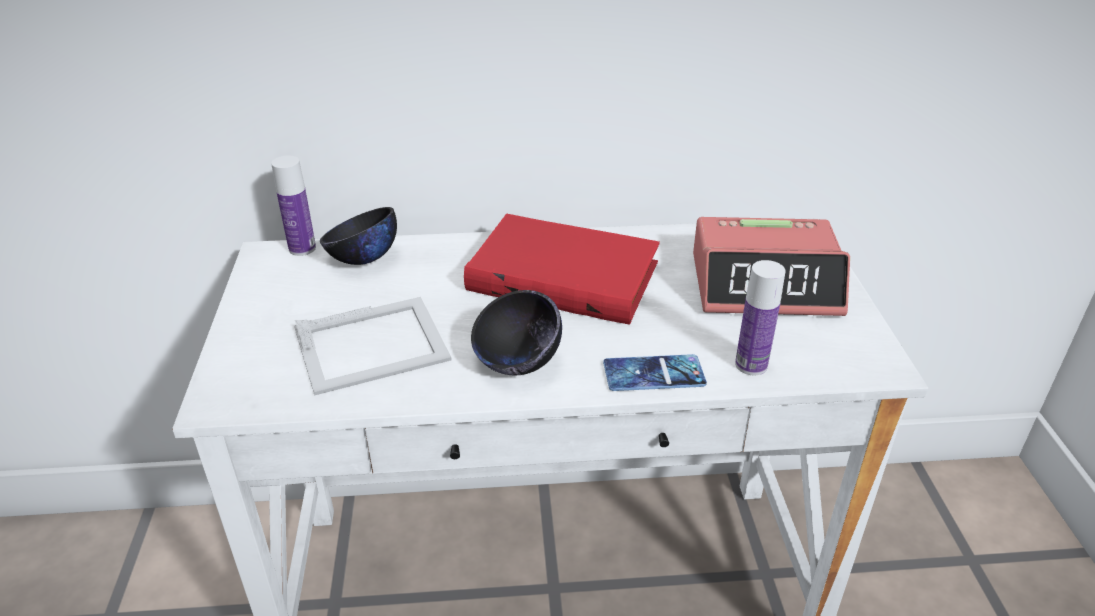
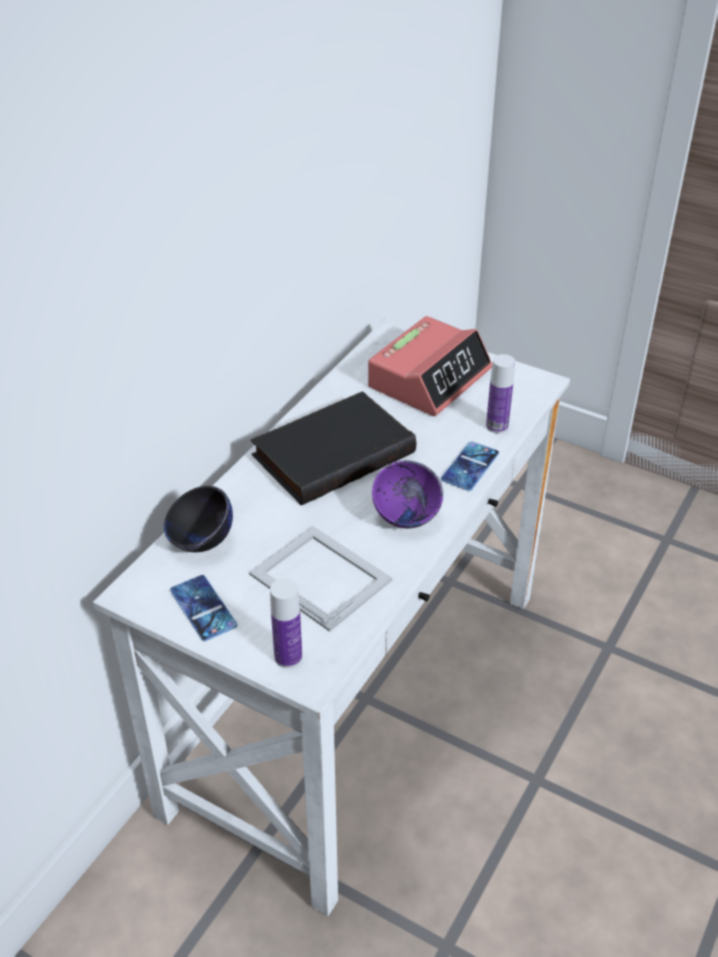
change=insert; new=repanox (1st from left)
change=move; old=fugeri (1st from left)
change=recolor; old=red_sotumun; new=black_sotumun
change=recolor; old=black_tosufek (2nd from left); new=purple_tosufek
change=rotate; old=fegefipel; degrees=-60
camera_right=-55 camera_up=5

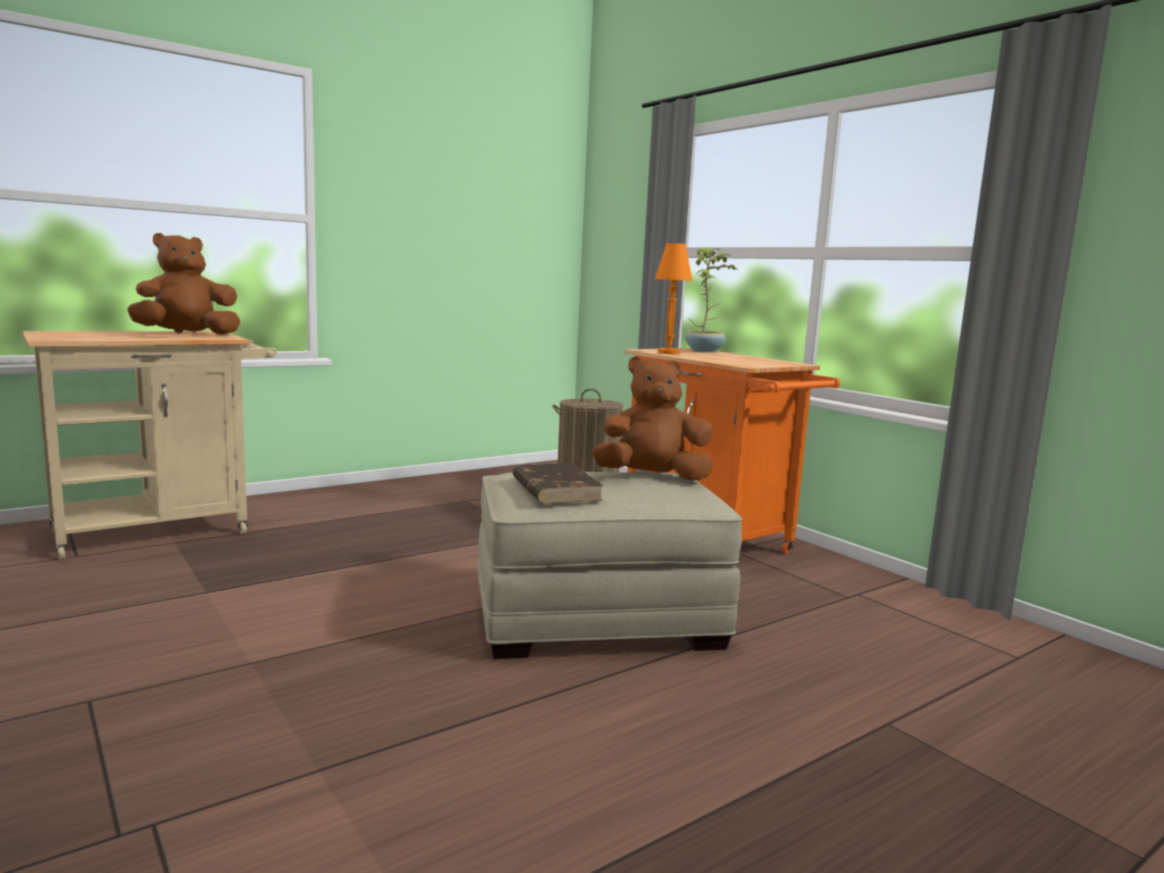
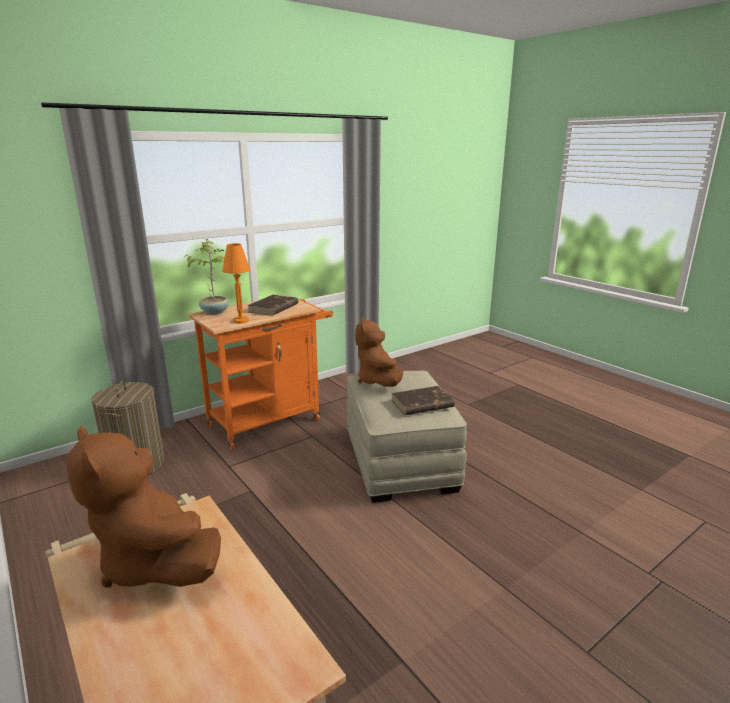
change=insert; new=brown_sotumun (1st from left)
camera_right=-90 camera_up=10

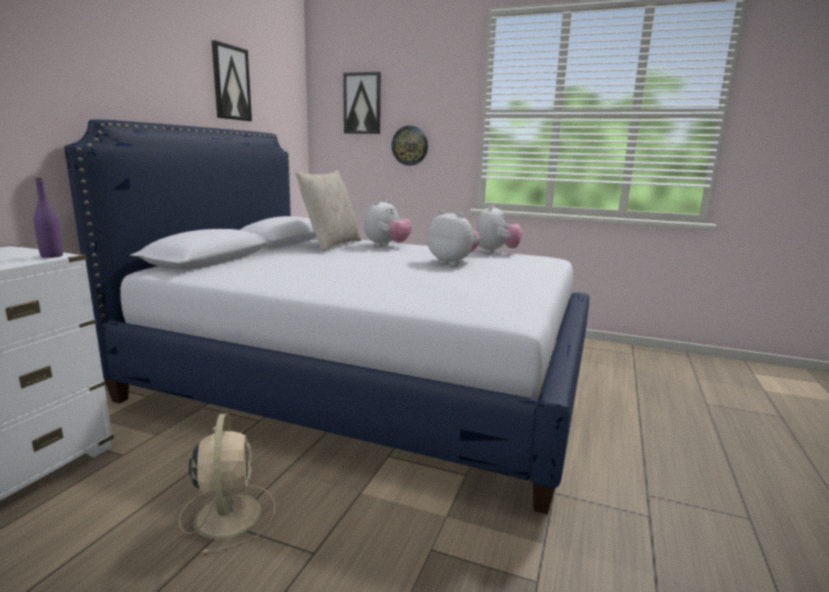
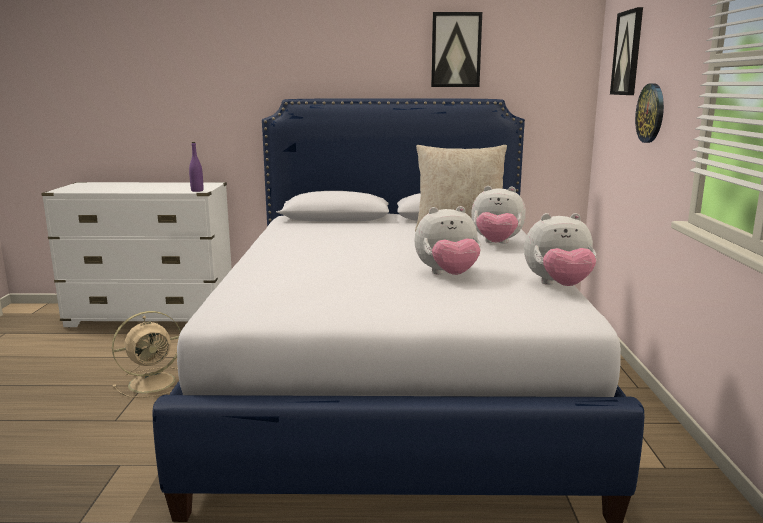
change=rotate; old=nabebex (2nd from left in the first image); degrees=60
camera_right=70 camera_up=0

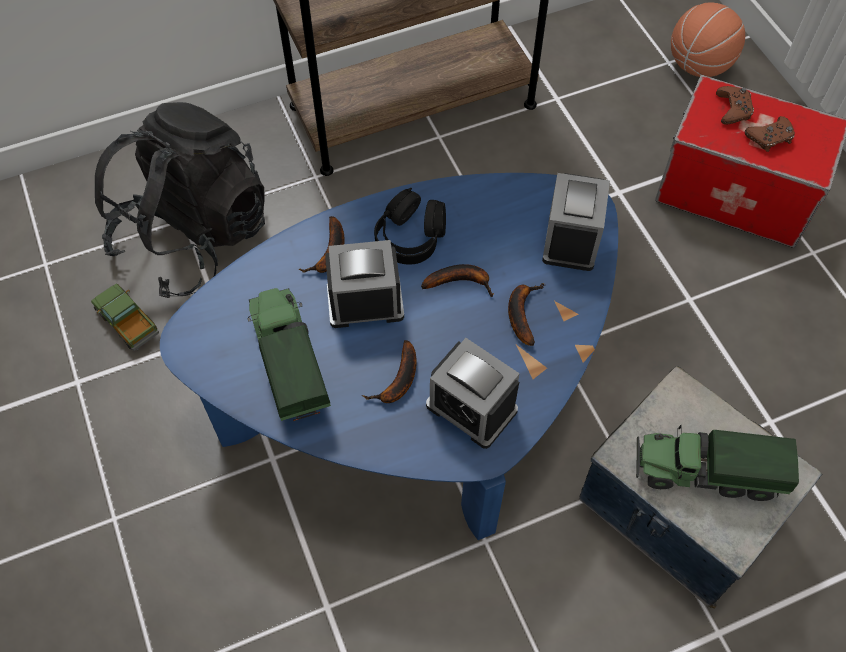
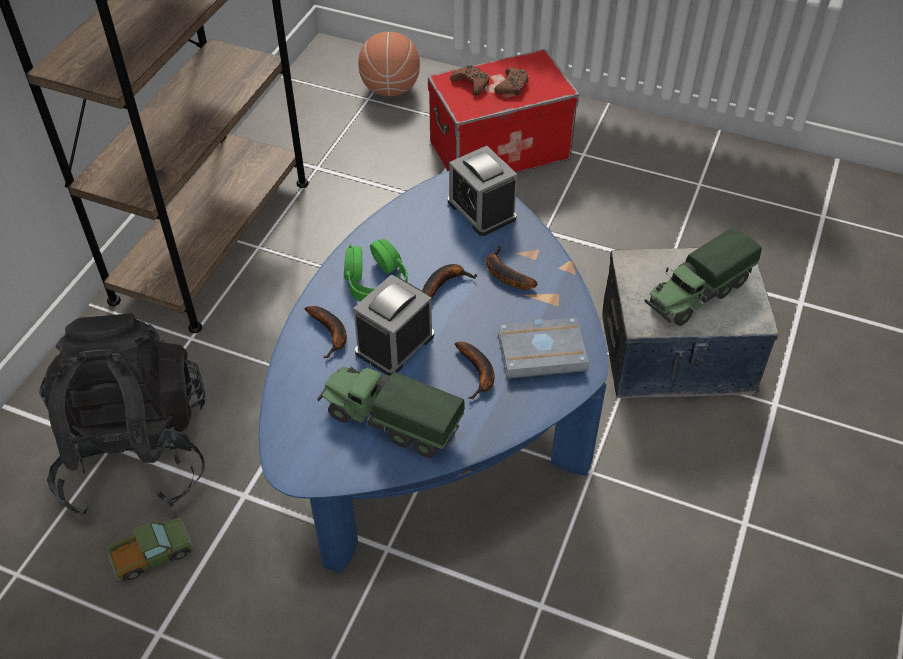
change=replace; old=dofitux (2nd from left); new=grey_sotumun
change=recolor; old=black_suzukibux; new=green_suzukibux
change=rotate; old=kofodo (1st from left); degrees=150
camera_right=-45 camera_up=-10

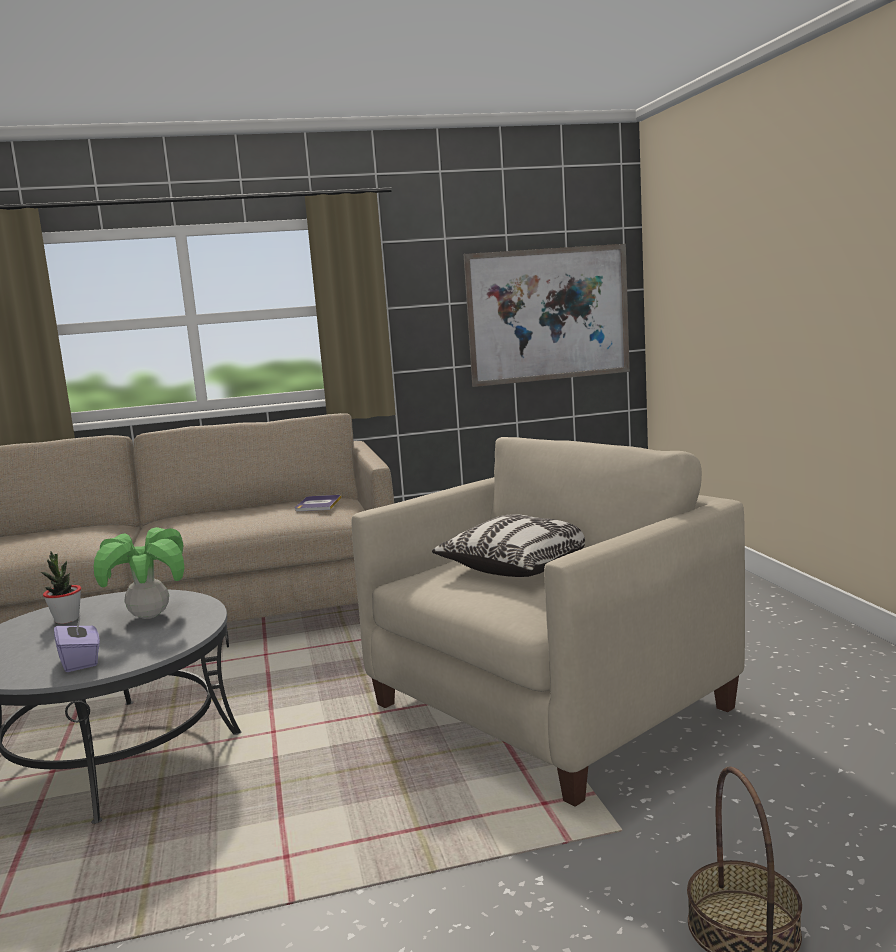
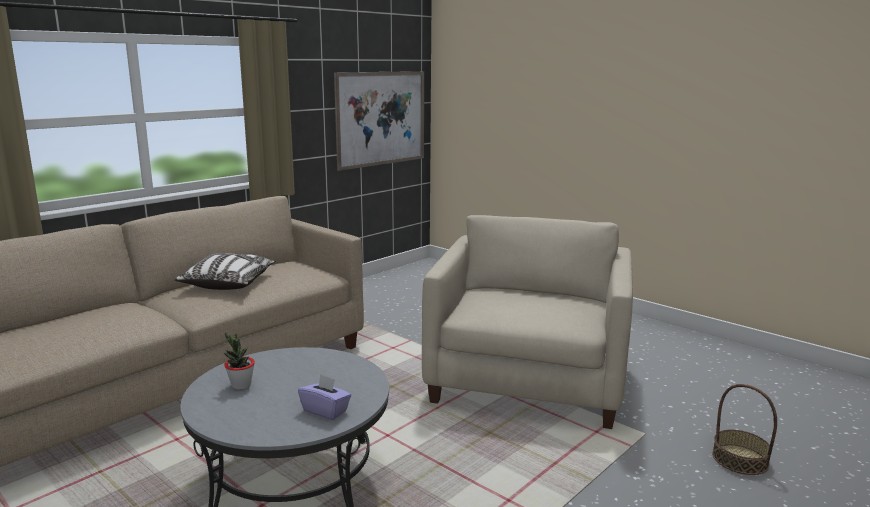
change=delete; old=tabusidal (2nd from left)
change=delete; old=sotumun
change=move; old=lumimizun
camera_right=-35 camera_up=5

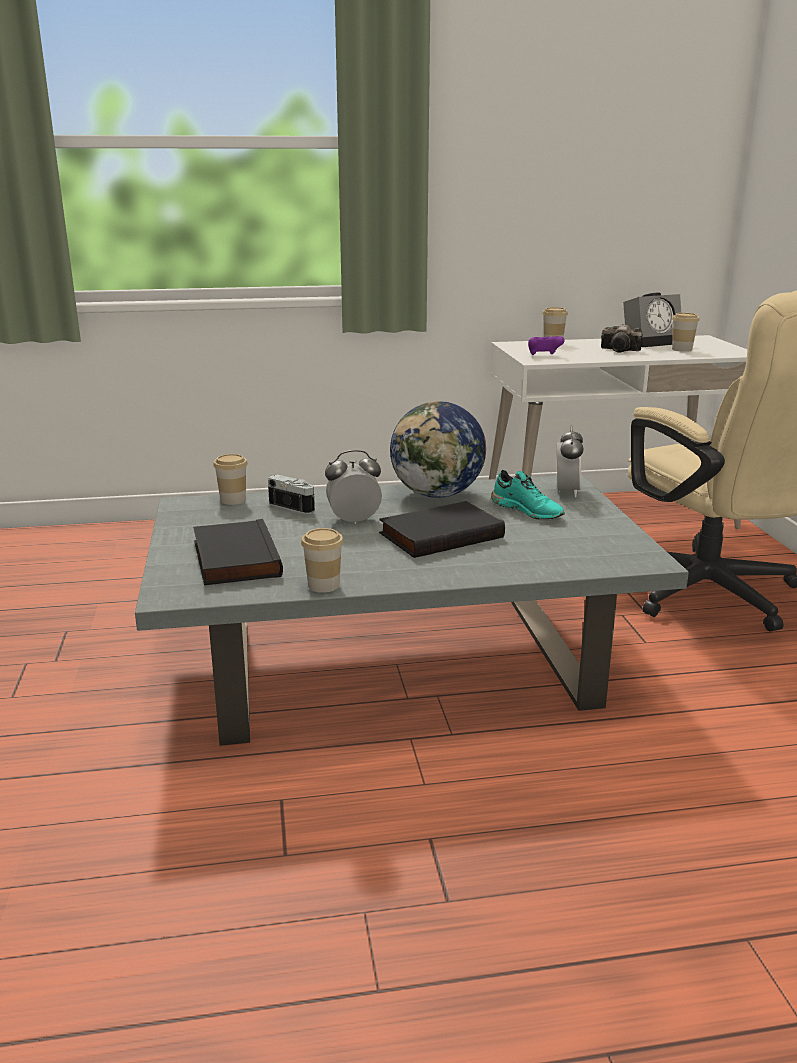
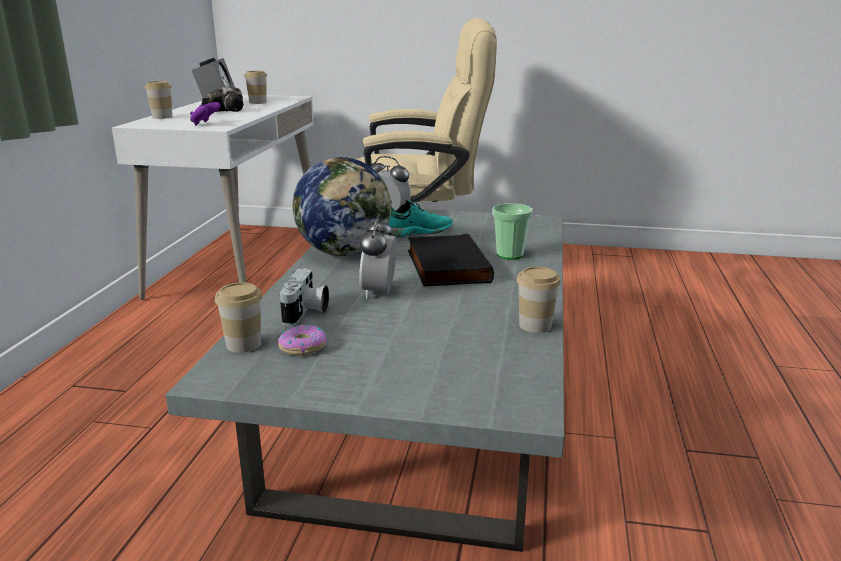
change=delete; old=black_sotumun (1st from left)
change=insert; new=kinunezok
change=insert; new=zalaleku (4th from left)
change=rotate; old=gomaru (1st from left in the first image); degrees=135
camera_right=-70 camera_up=0

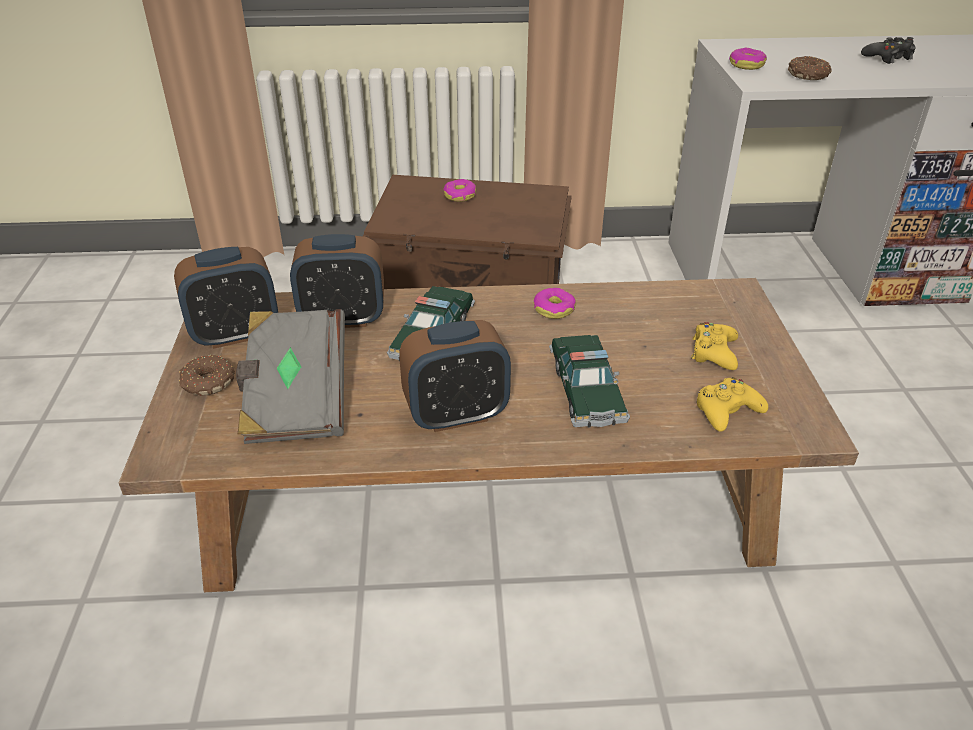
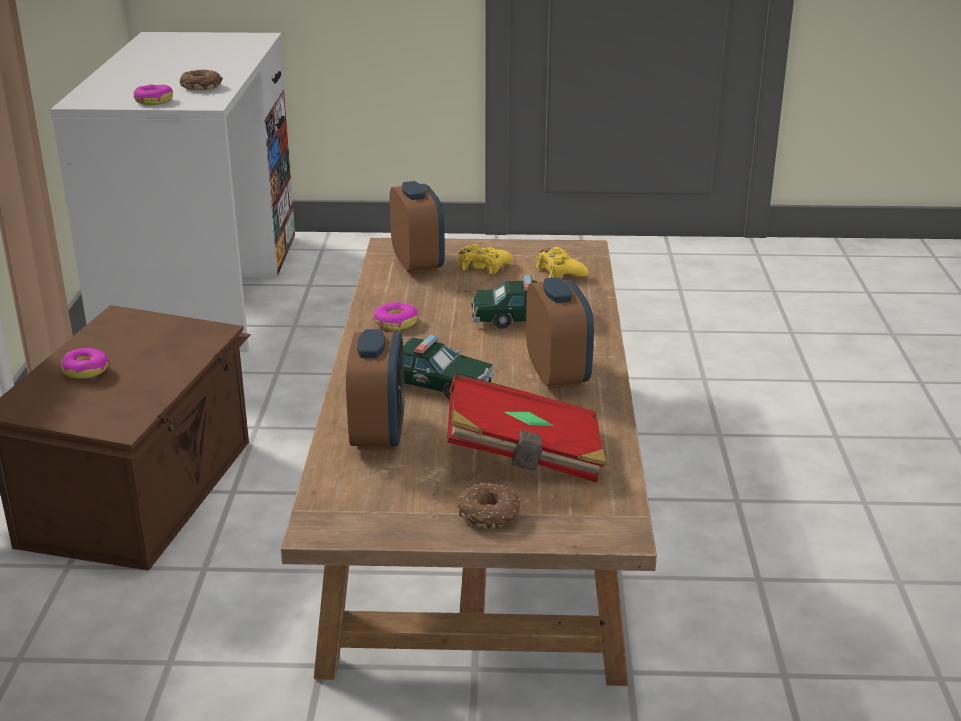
change=delete; old=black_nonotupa
change=move; old=dofitux (1st from left in the first image); new=dofitux (2nd from left)
change=recolor; old=grey_sotumun; new=red_sotumun
camera_right=-85 camera_up=-10

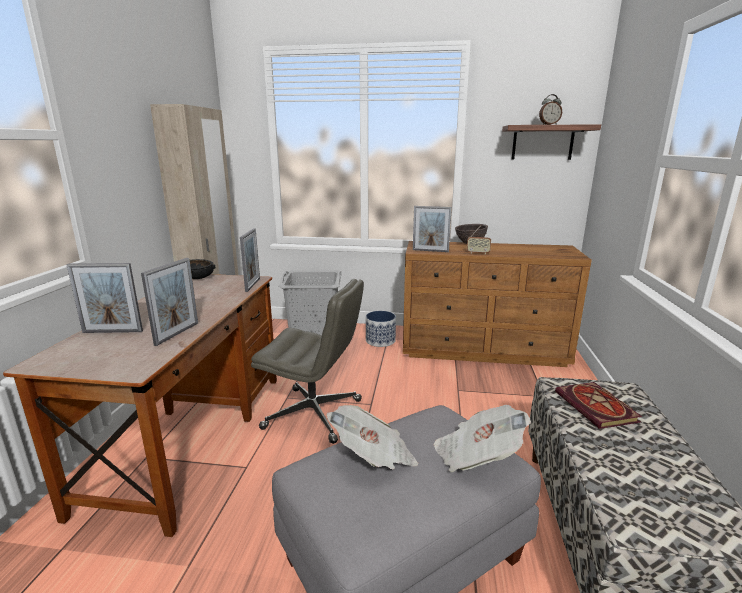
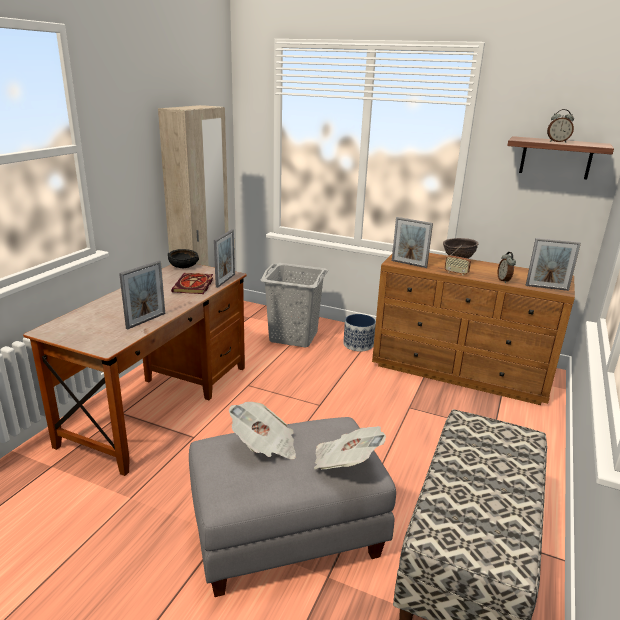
change=delete; old=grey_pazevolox
change=insert; new=dofitux (1st from left)
change=move; old=fegefipel (1st from left in the first image); new=fegefipel (4th from left)
change=move; old=sotumun
camera_right=15 camera_up=5

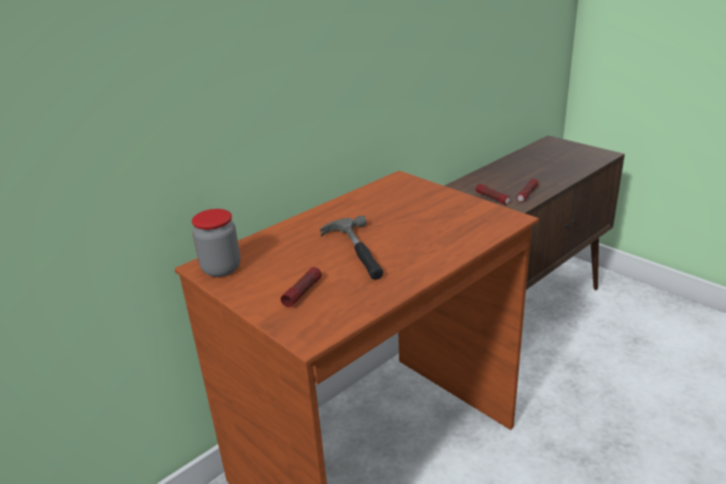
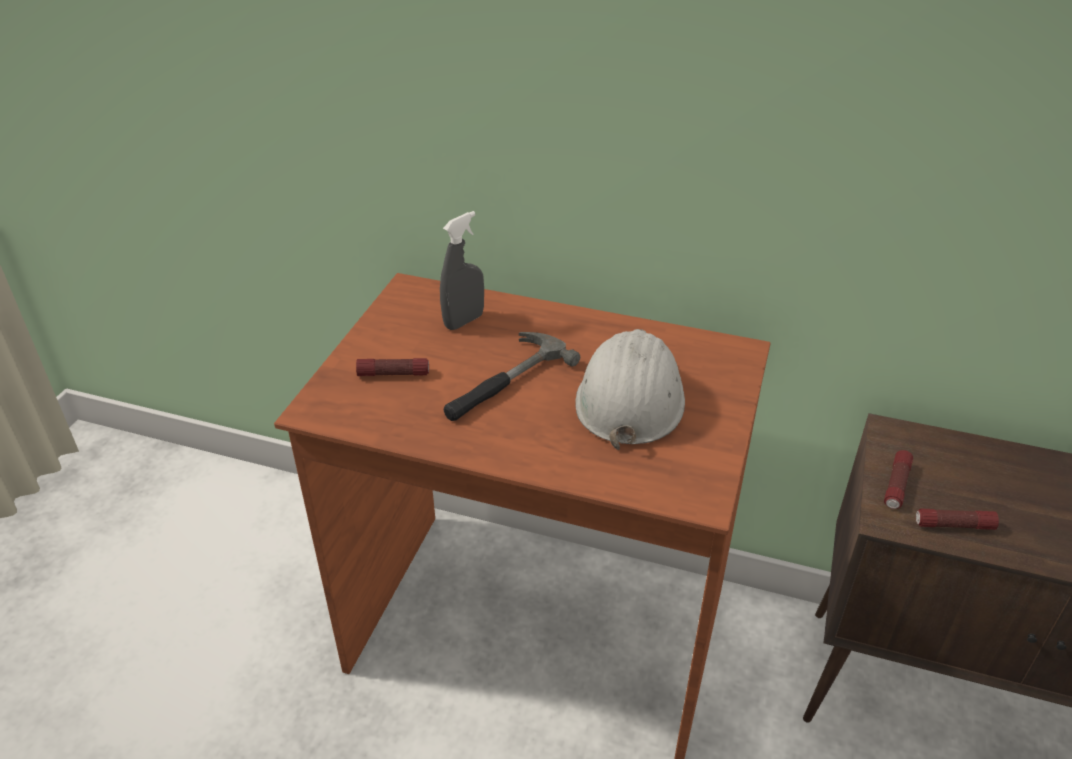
change=delete; old=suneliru
change=insert; new=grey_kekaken
change=insert; new=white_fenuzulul
camera_right=60 camera_up=10

